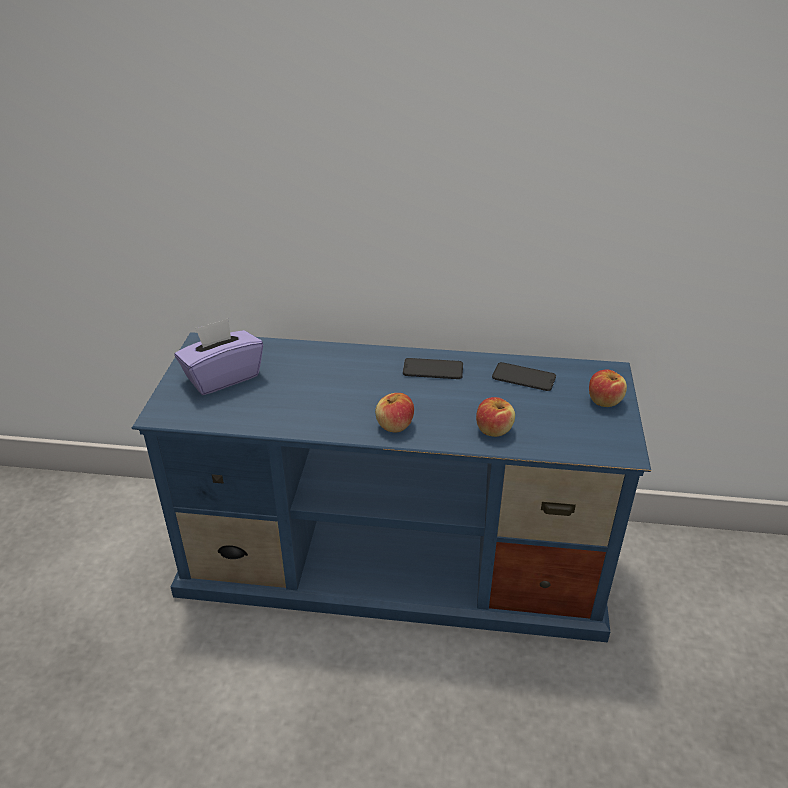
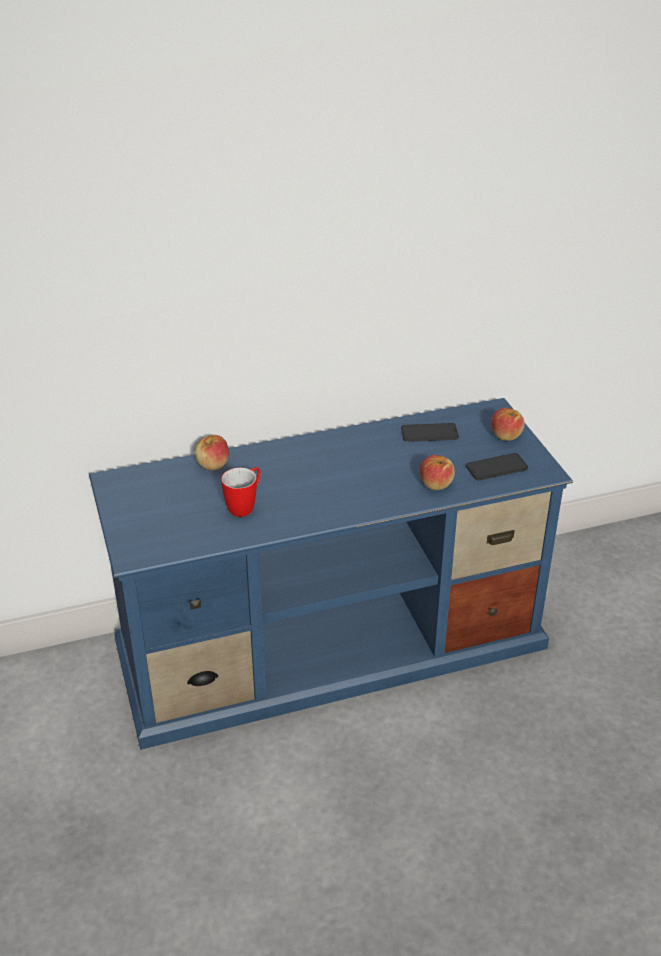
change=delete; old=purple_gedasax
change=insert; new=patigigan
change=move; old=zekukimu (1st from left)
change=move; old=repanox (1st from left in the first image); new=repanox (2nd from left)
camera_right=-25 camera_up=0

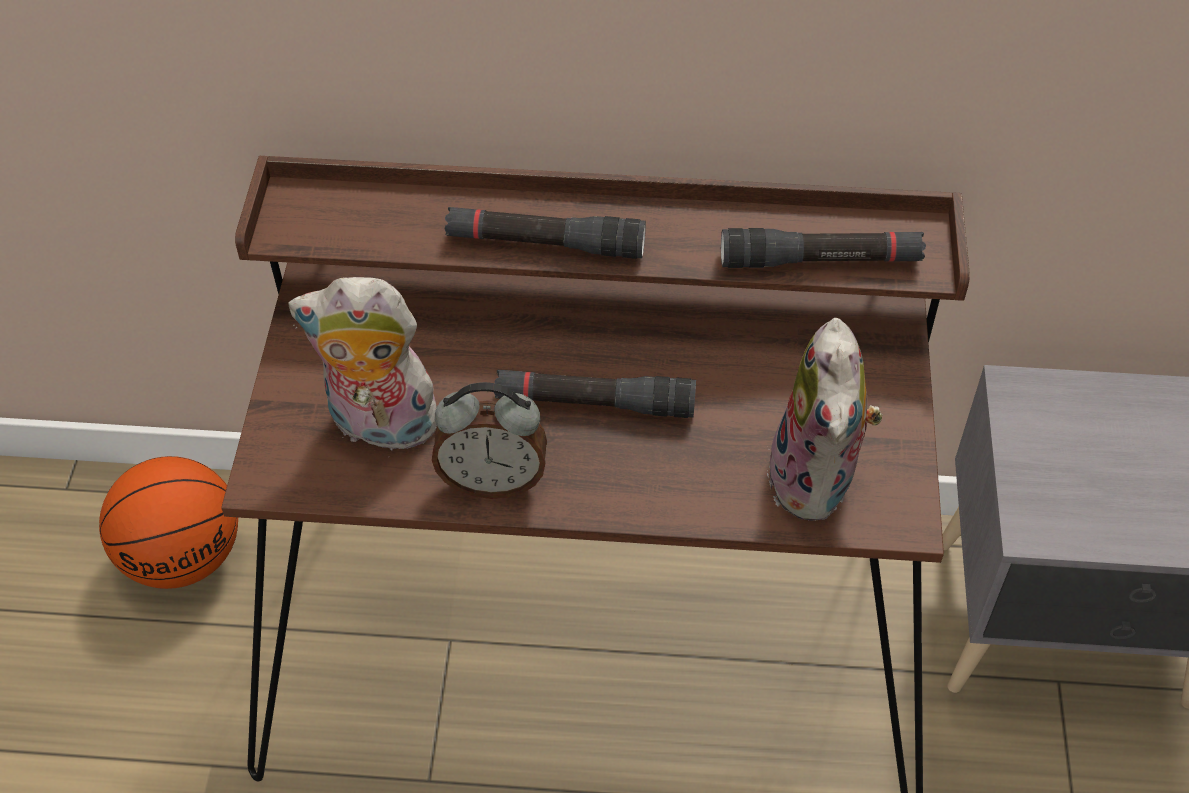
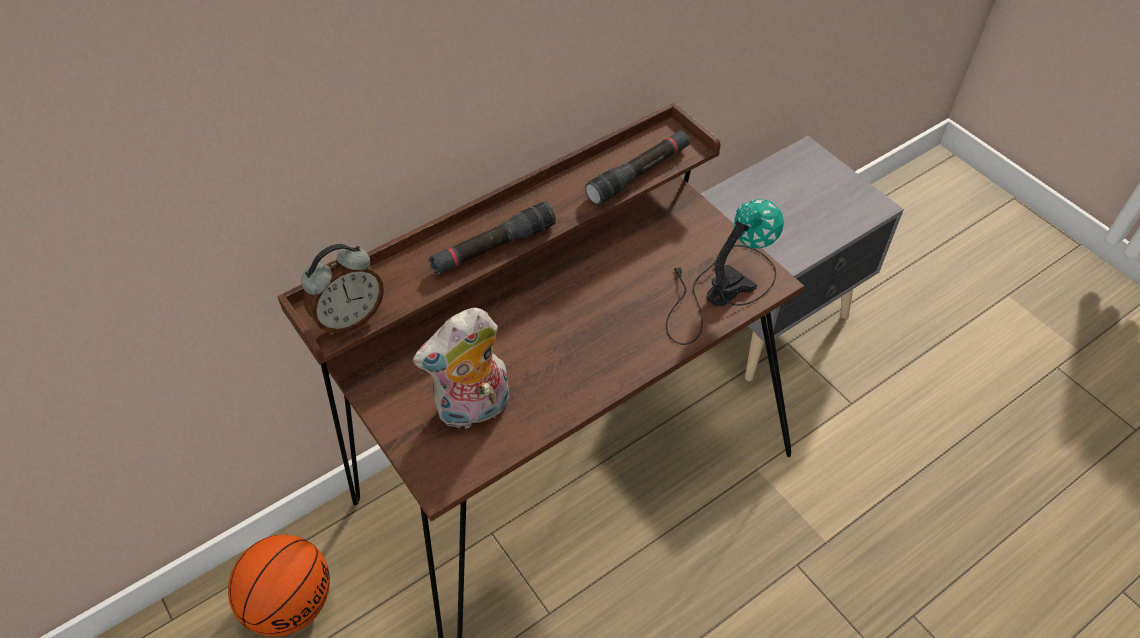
change=delete; old=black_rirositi (2nd from left)
change=move; old=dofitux
change=replace; old=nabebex (2nd from left); new=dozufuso
camera_right=-40 camera_up=0

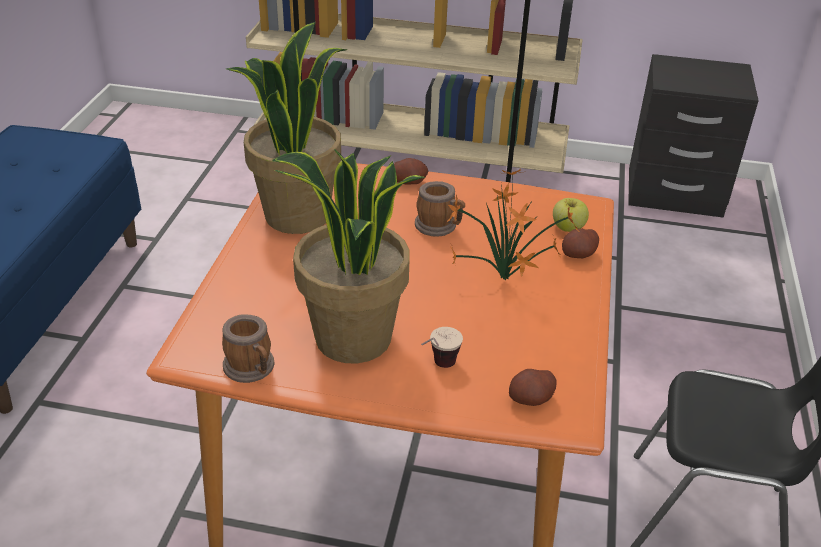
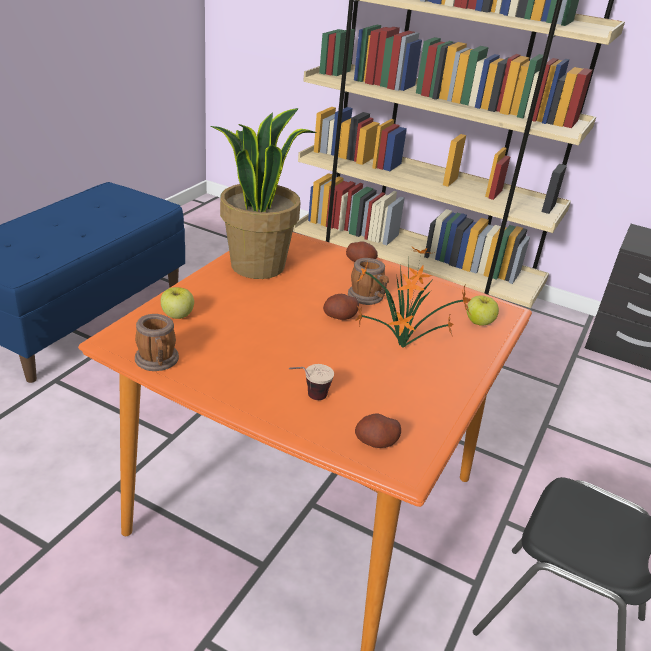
change=delete; old=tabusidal (2nd from left)
change=insert; new=zekukimu (1st from left)
change=move; old=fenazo (3rd from left in the first image); new=fenazo (1st from left)
camera_right=15 camera_up=-5

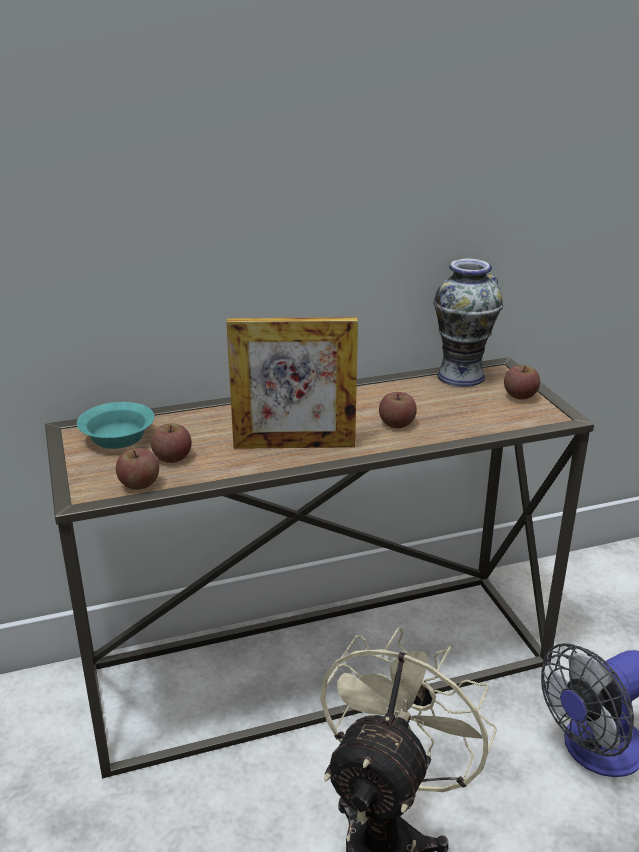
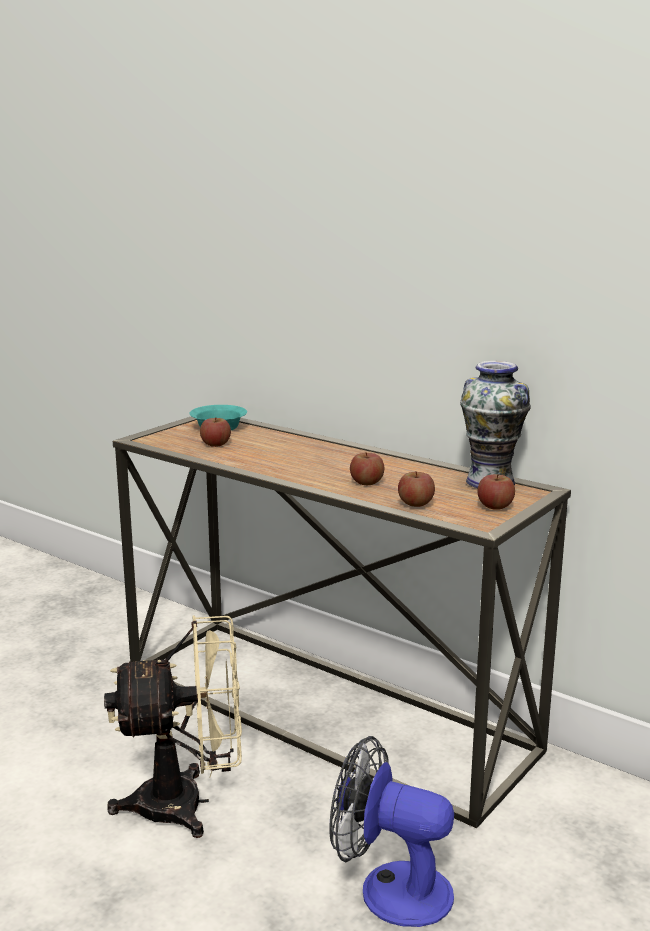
change=delete; old=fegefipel
change=move; old=zekukimu (1st from left in the first image); new=zekukimu (3rd from left)
camera_right=55 camera_up=-10

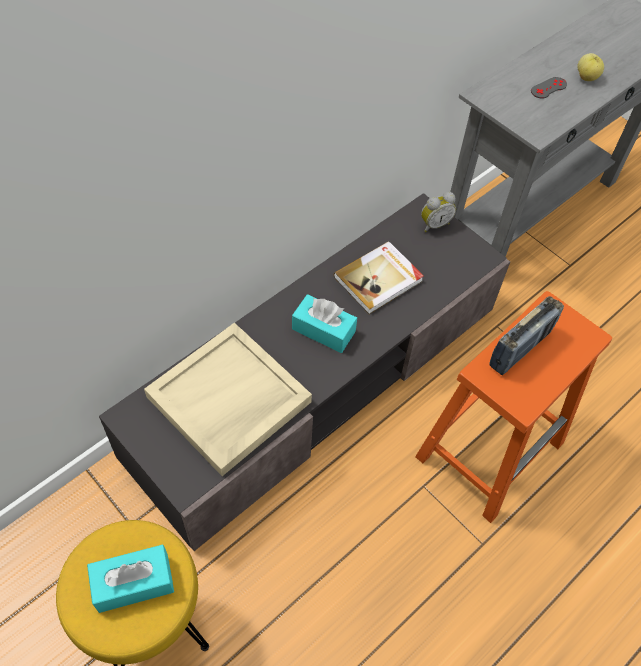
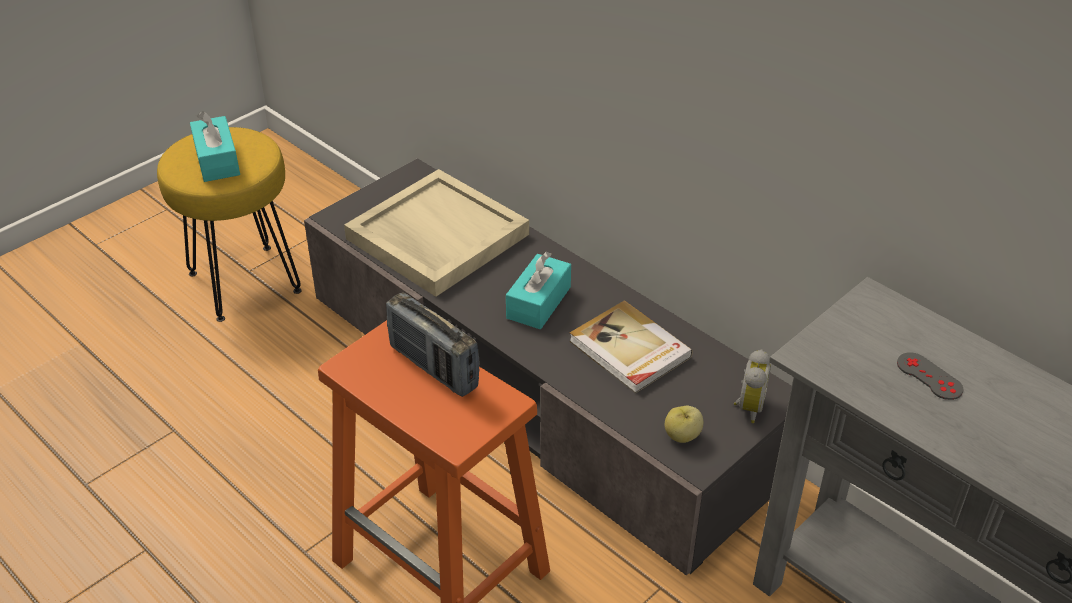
change=move; old=zekukimu
change=rotate; old=dofitux; degrees=-135
camera_right=90 camera_up=-15

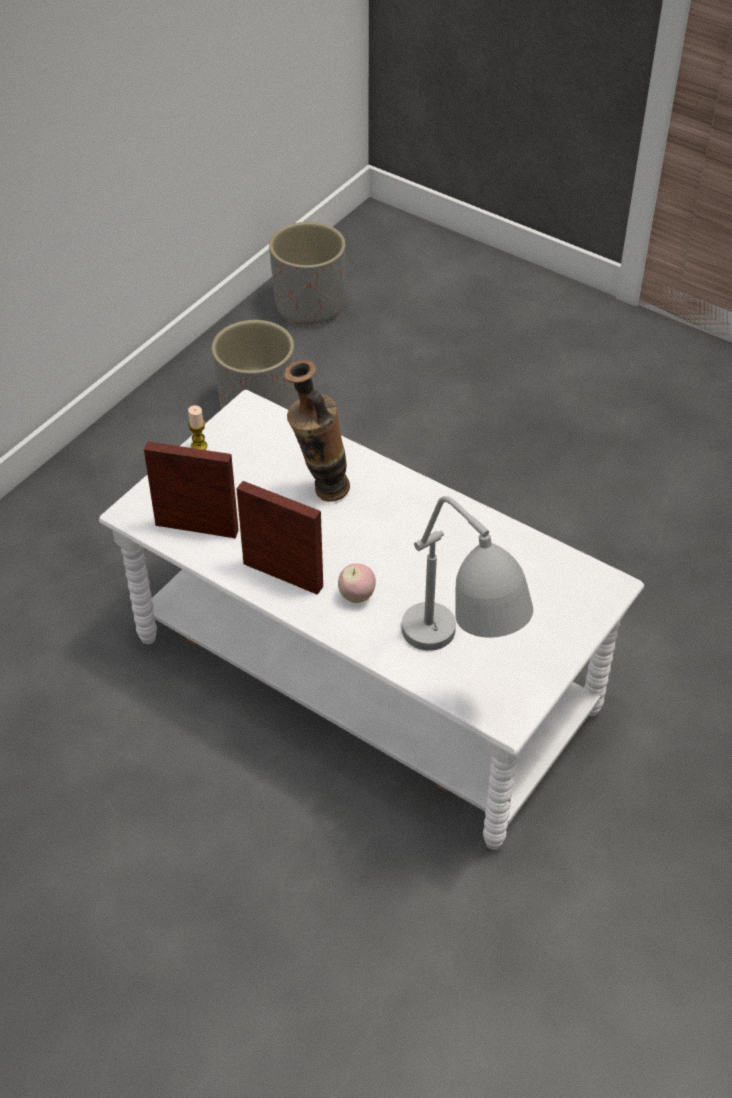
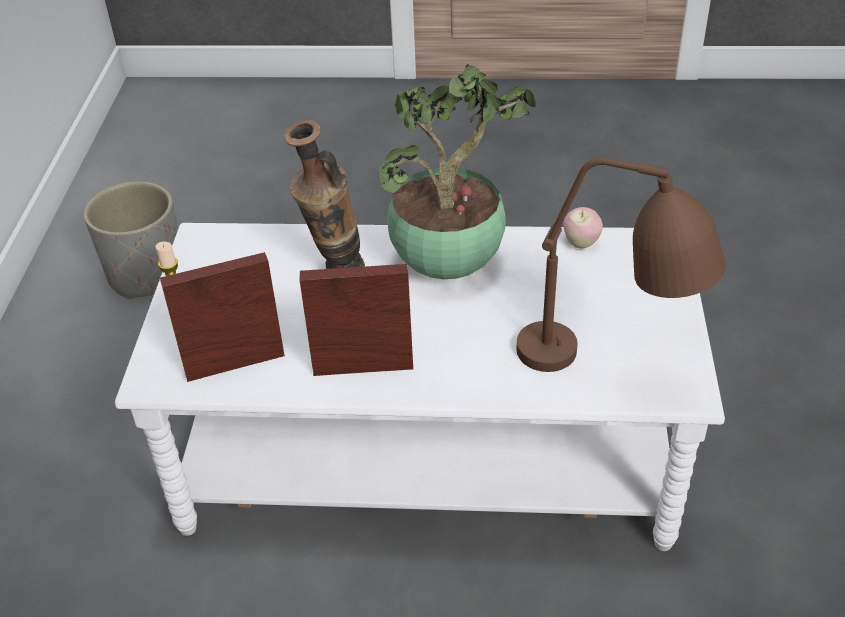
change=delete; old=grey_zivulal (2nd from left)
change=insert; new=tabusidal
change=move; old=zekukimu
change=recolor; old=grey_dozufuso; new=brown_dozufuso
camera_right=-30 camera_up=-5

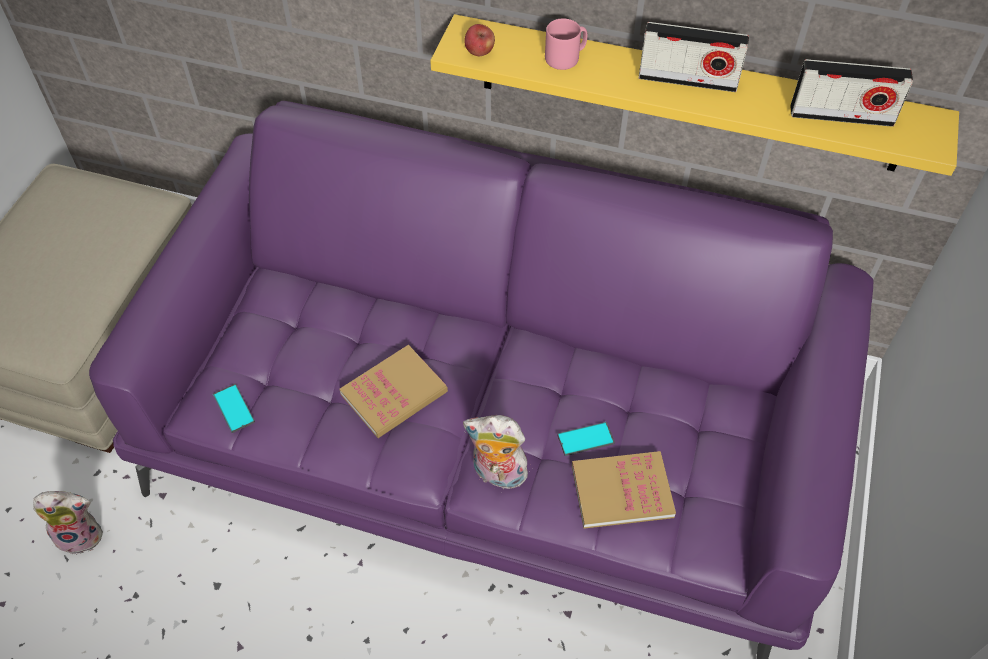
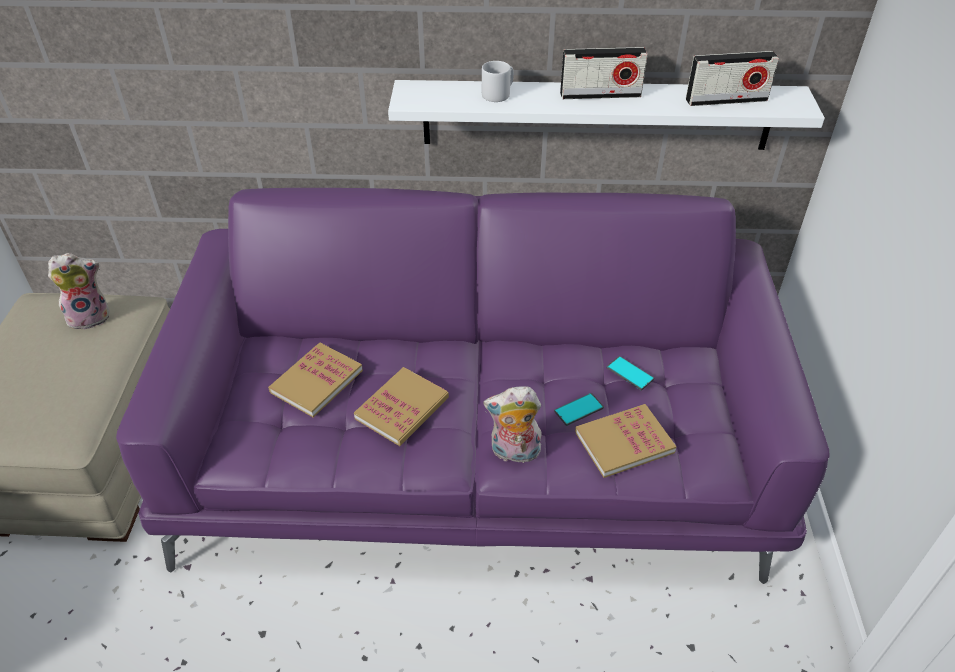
change=delete; old=zekukimu
change=insert; new=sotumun (1st from left)
change=move; old=nabebex (1st from left)
change=move; old=repanox (1st from left in the first image); new=repanox (2nd from left)
change=recolor; old=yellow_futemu; new=white_futemu
change=recolor; old=pink_patigigan; new=grey_patigigan
camera_right=-15 camera_up=-10

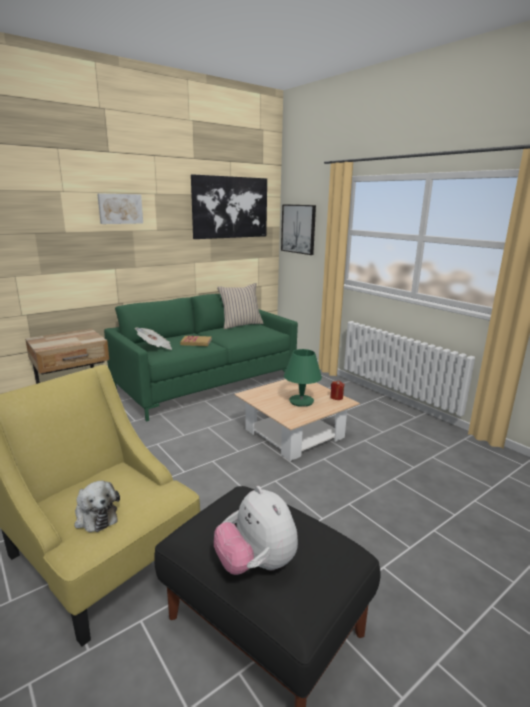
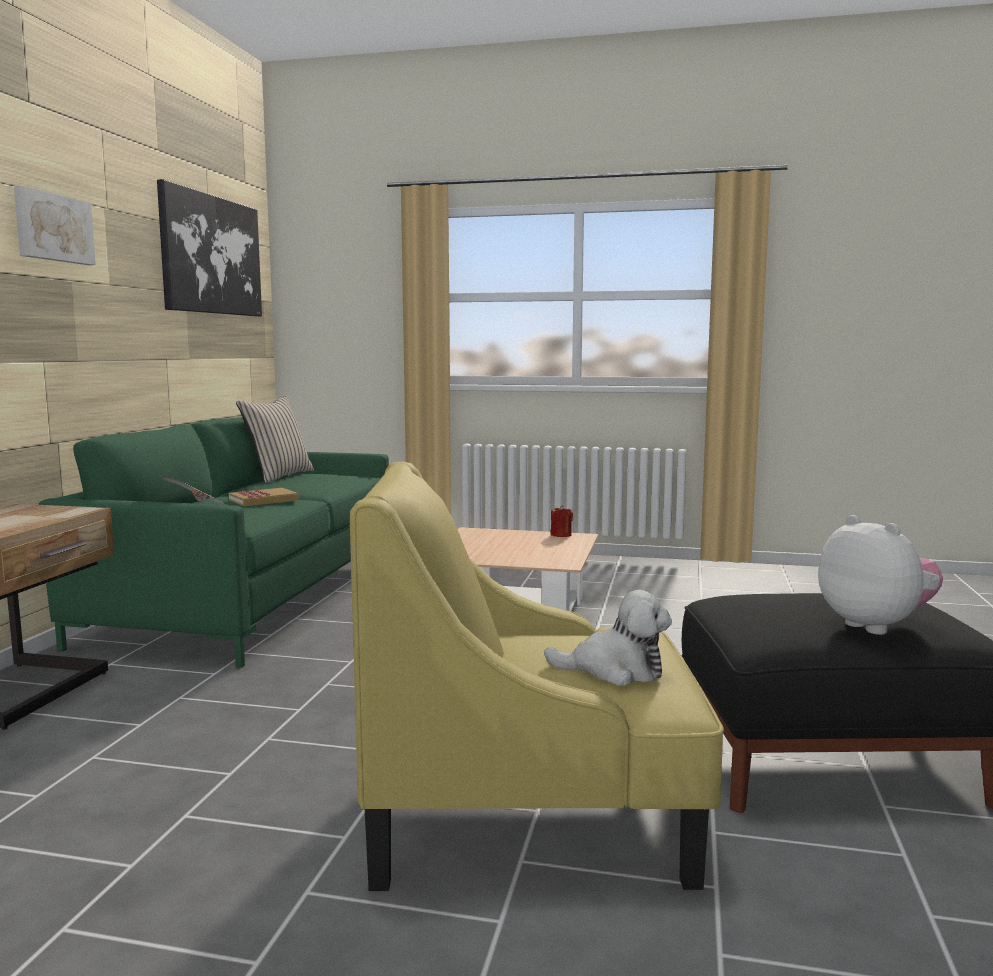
change=delete; old=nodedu (3rd from left)
change=delete; old=green_dozufuso
change=rotate; old=nabebex (2nd from left); degrees=-135
camera_right=-40 camera_up=-10

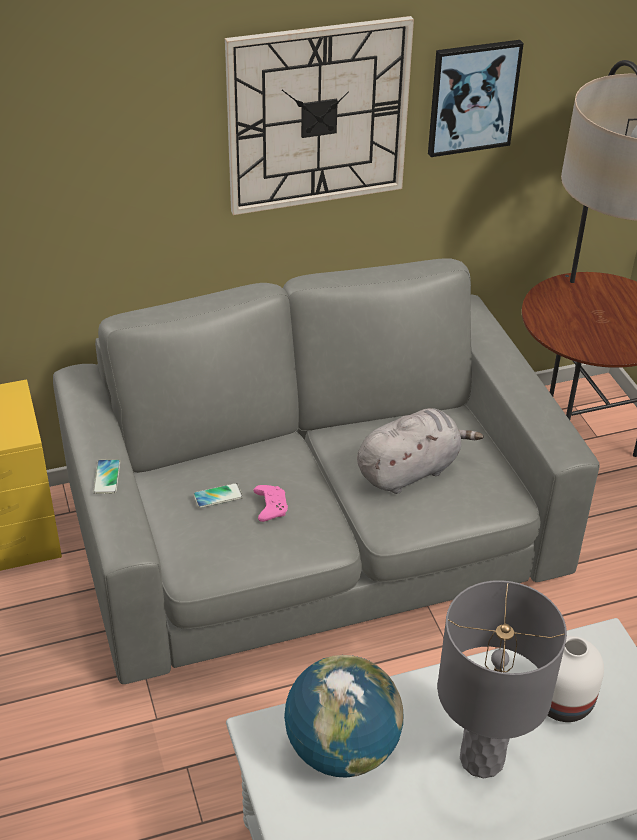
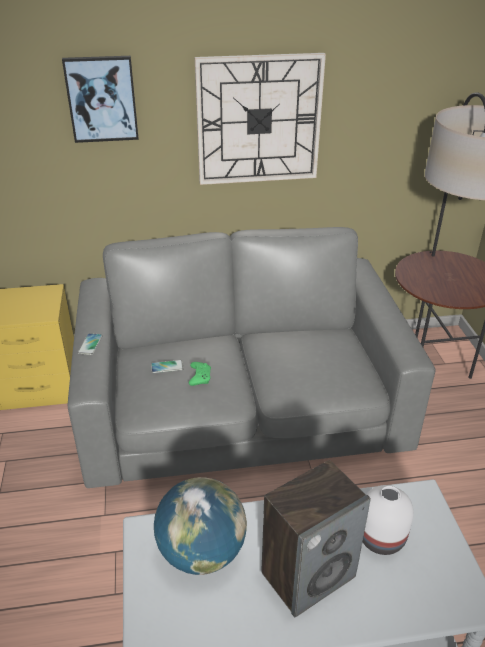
change=delete; old=grey_nabebex
change=move; old=nodedu
change=replace; old=grey_dozufuso; new=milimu
change=recolor; old=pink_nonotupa; new=green_nonotupa
camera_right=10 camera_up=-5

